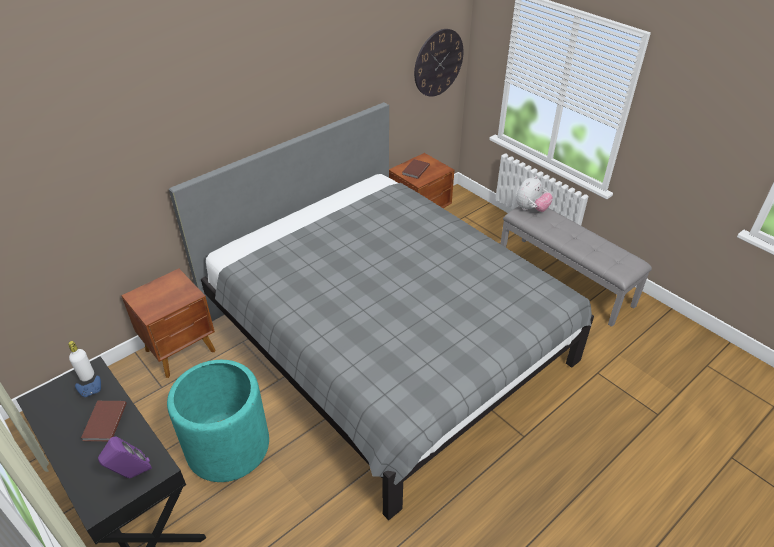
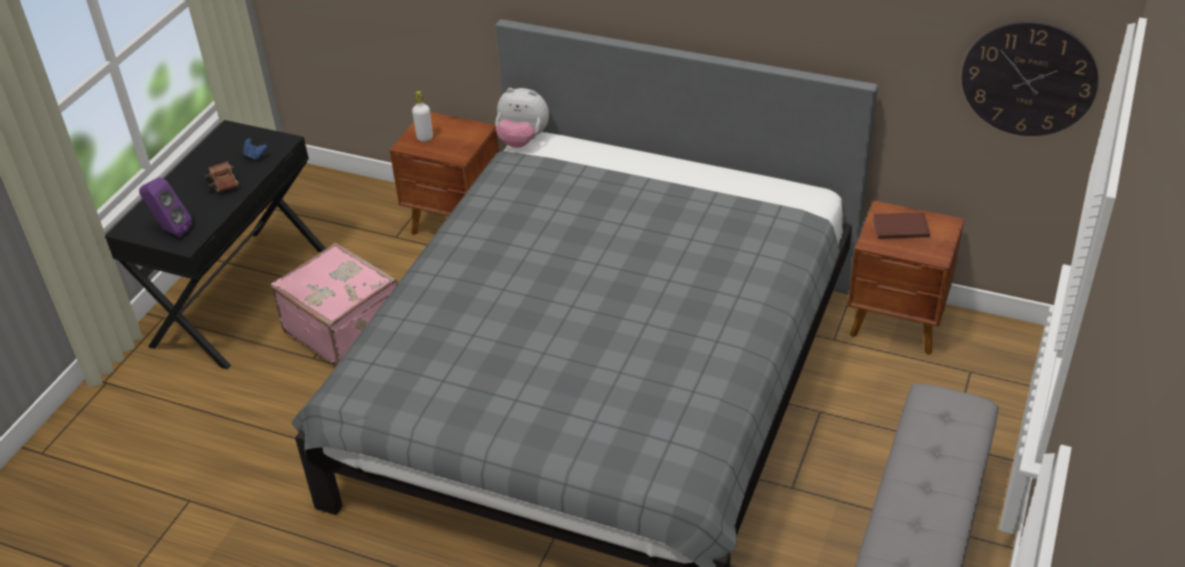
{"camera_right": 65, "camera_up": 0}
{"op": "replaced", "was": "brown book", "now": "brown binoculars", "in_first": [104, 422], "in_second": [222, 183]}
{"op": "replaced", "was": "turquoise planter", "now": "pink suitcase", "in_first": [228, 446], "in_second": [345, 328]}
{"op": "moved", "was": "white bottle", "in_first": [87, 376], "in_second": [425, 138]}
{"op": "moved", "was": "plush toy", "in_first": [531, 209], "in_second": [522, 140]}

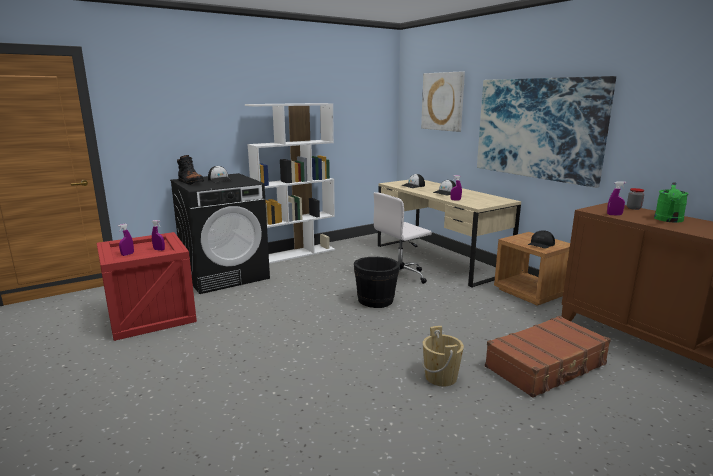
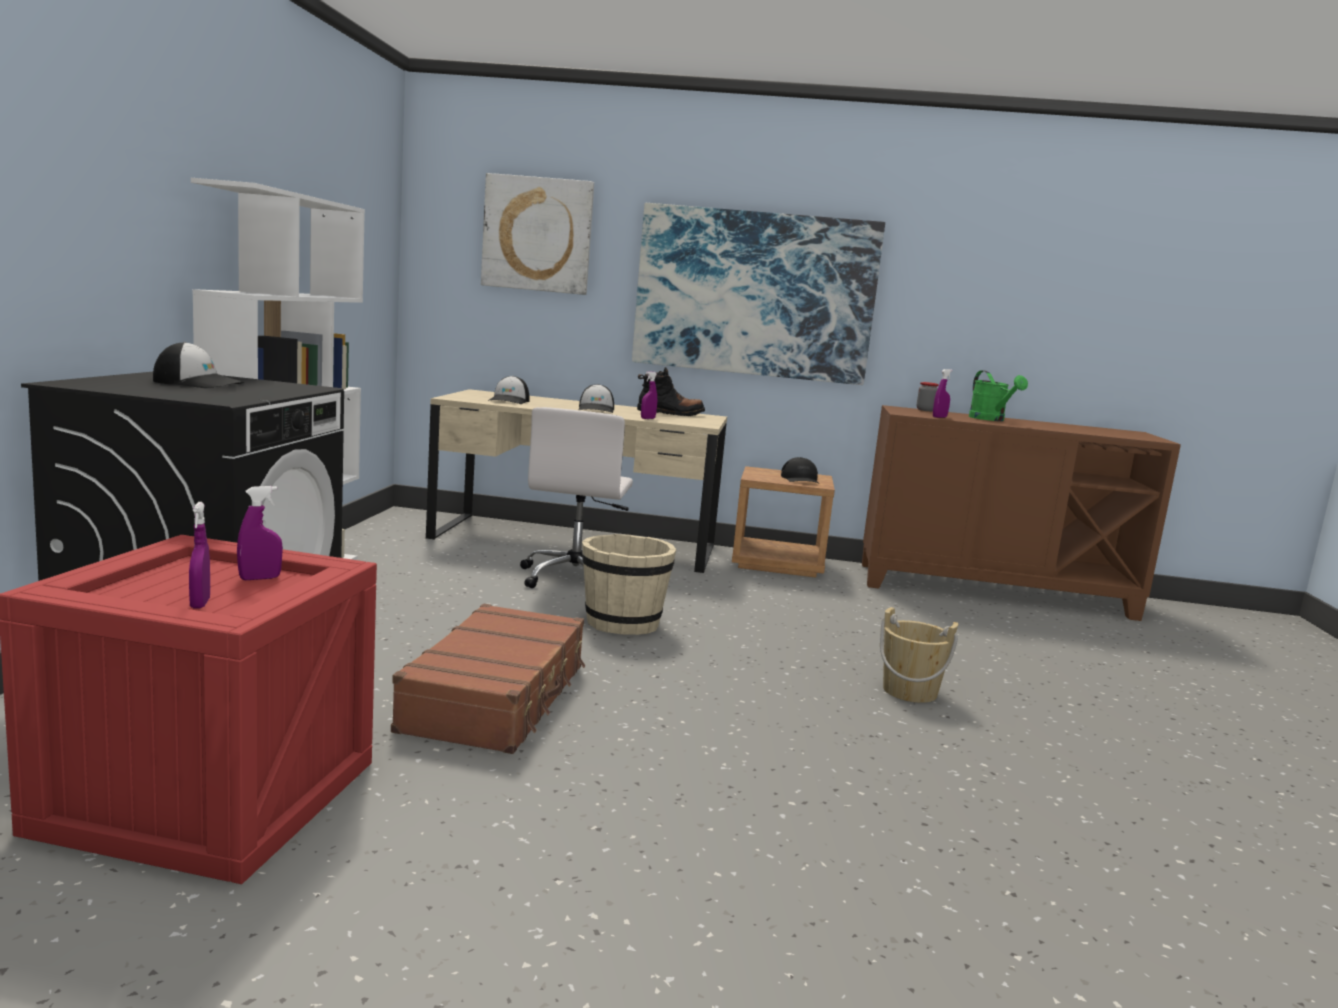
{"camera_right": -50, "camera_up": -5}
{"op": "moved", "was": "brown suitcase", "in_first": [546, 366], "in_second": [497, 698]}
{"op": "recoloured", "was": "black bucket", "now": "beige bucket", "in_first": [376, 300], "in_second": [622, 623]}
{"op": "moved", "was": "black boot", "in_first": [190, 182], "in_second": [670, 413]}

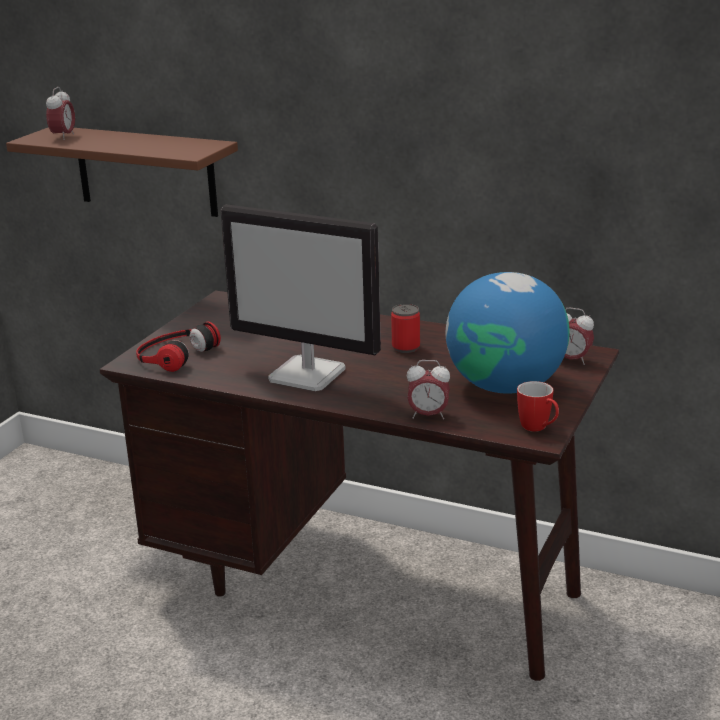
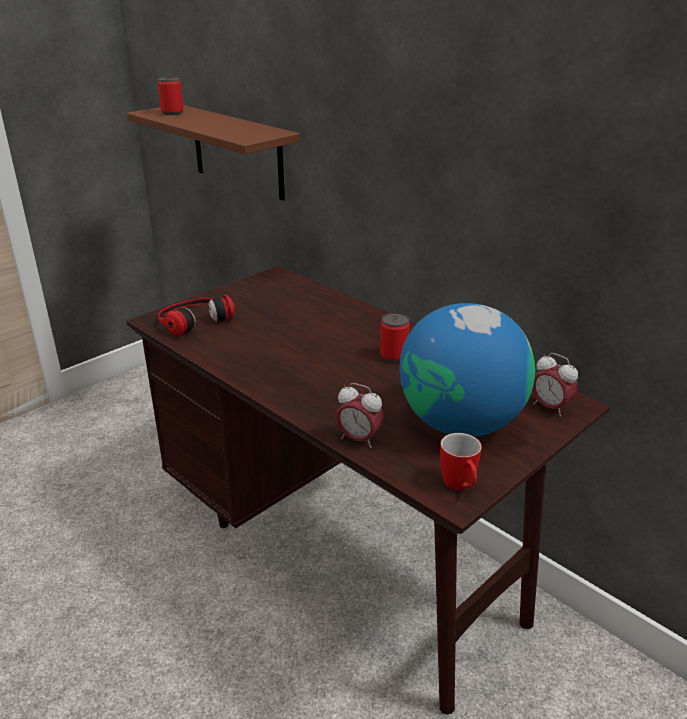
{"camera_right": 20, "camera_up": 5}
{"op": "replaced", "was": "alarm clock", "now": "can", "in_first": [63, 137], "in_second": [172, 113]}
{"op": "removed", "was": "monitor", "in_first": [309, 375]}

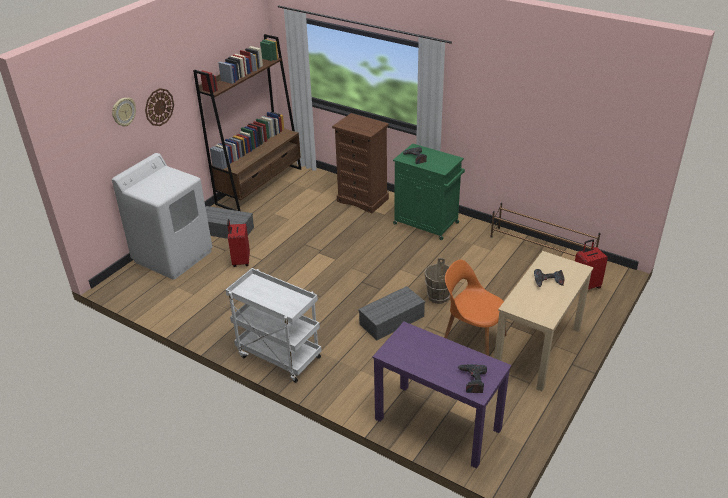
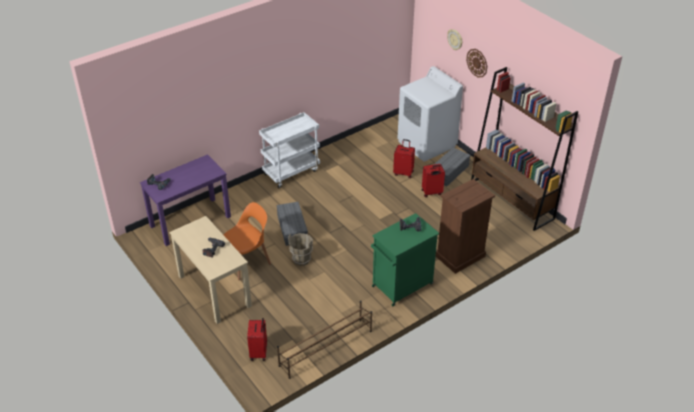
{"camera_right": 110, "camera_up": 5}
{"op": "added", "now": "red suitcase", "in_second": [431, 193]}

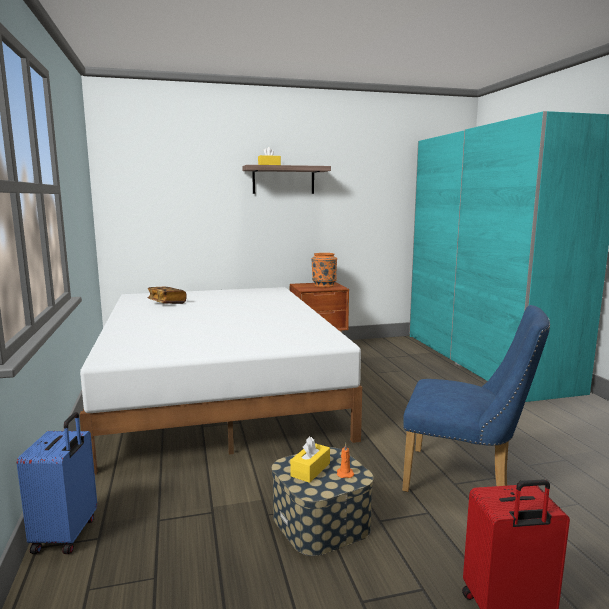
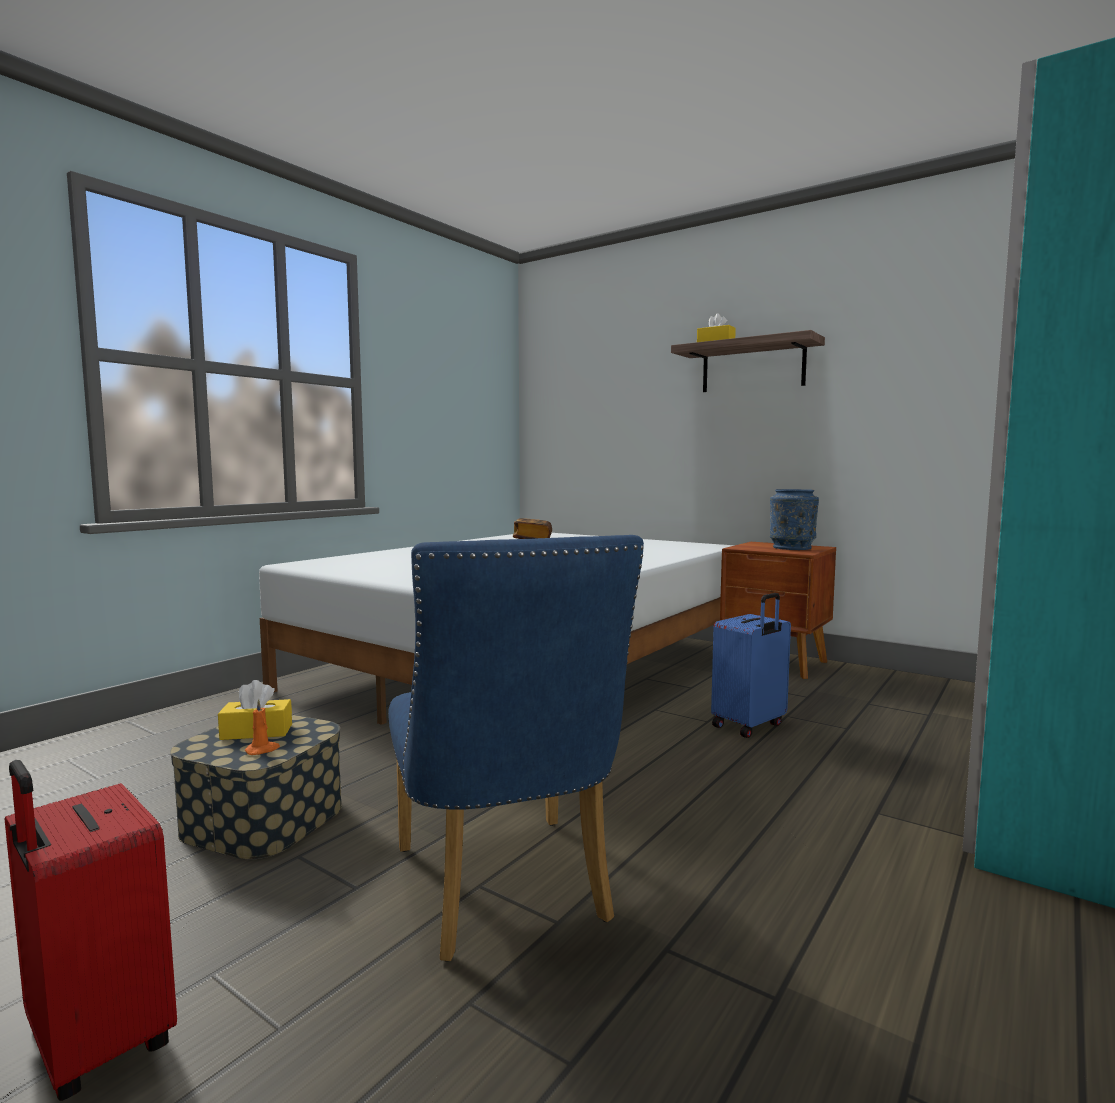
{"camera_right": 50, "camera_up": -5}
{"op": "moved", "was": "blue suitcase", "in_first": [67, 535], "in_second": [749, 726]}
{"op": "recoloured", "was": "orange vase", "now": "blue vase", "in_first": [324, 285], "in_second": [792, 547]}

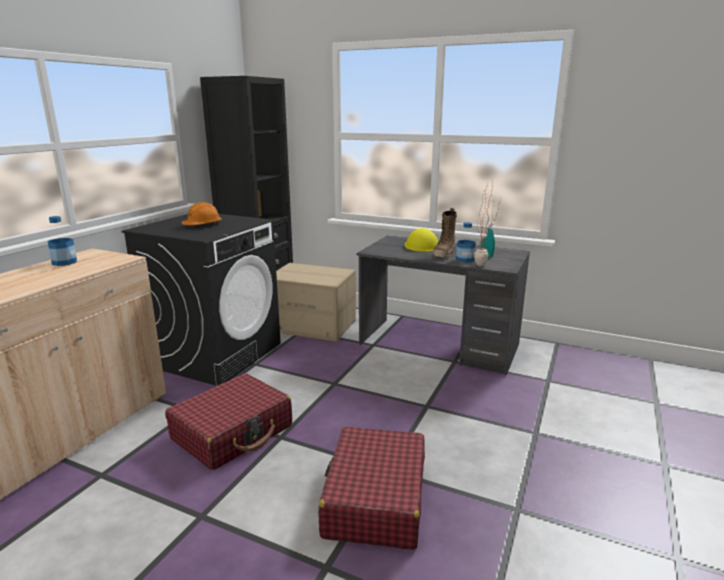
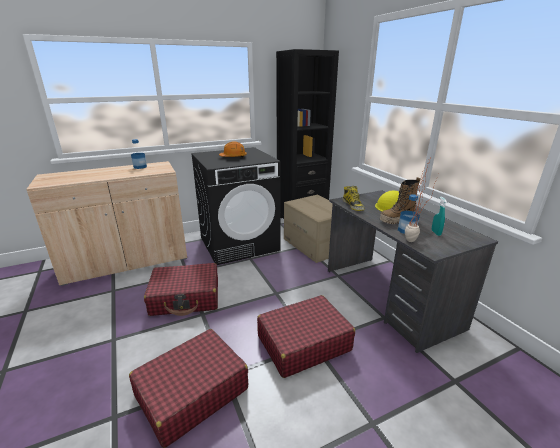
{"camera_right": 40, "camera_up": 5}
{"op": "added", "now": "red suitcase", "in_second": [303, 343]}
{"op": "added", "now": "boot", "in_second": [353, 205]}

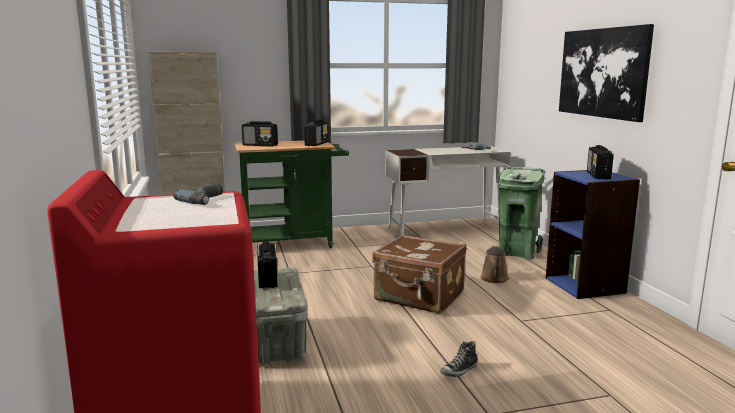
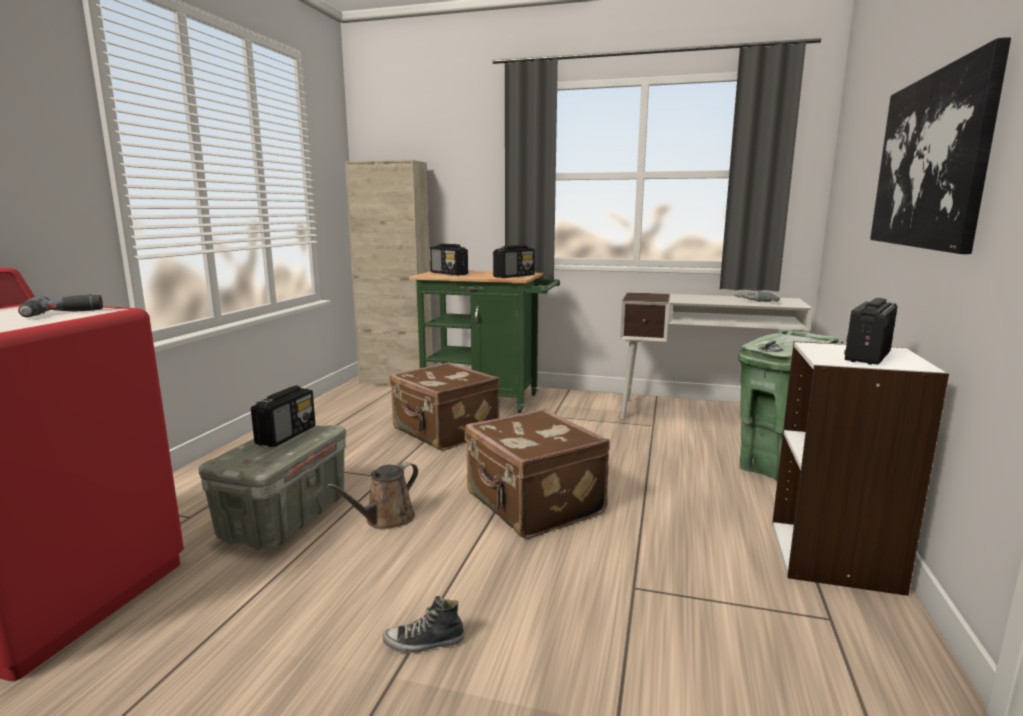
{"camera_right": 30, "camera_up": 0}
{"op": "moved", "was": "brown watering can", "in_first": [494, 279], "in_second": [386, 520]}
{"op": "added", "now": "brown suitcase", "in_second": [444, 432]}
{"op": "recoloured", "was": "blue bookcase", "now": "white bookcase", "in_first": [585, 285], "in_second": [835, 557]}

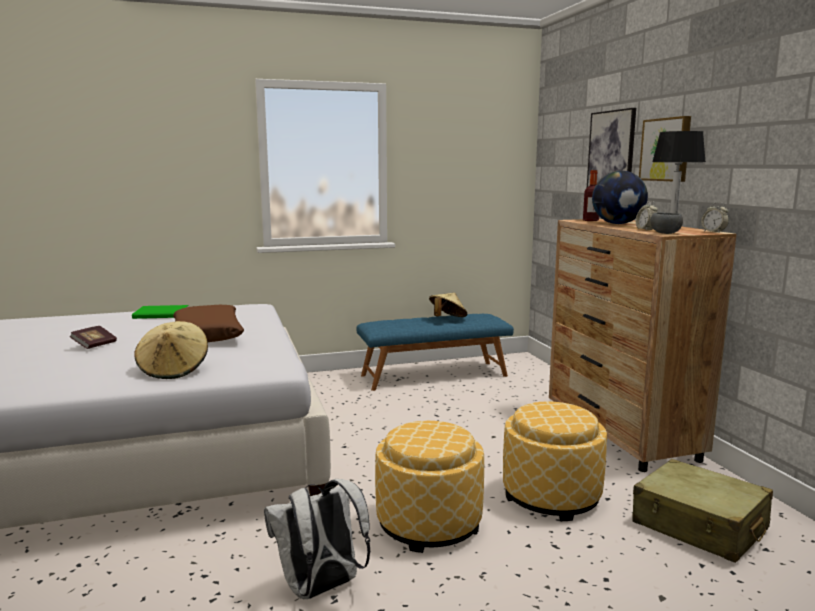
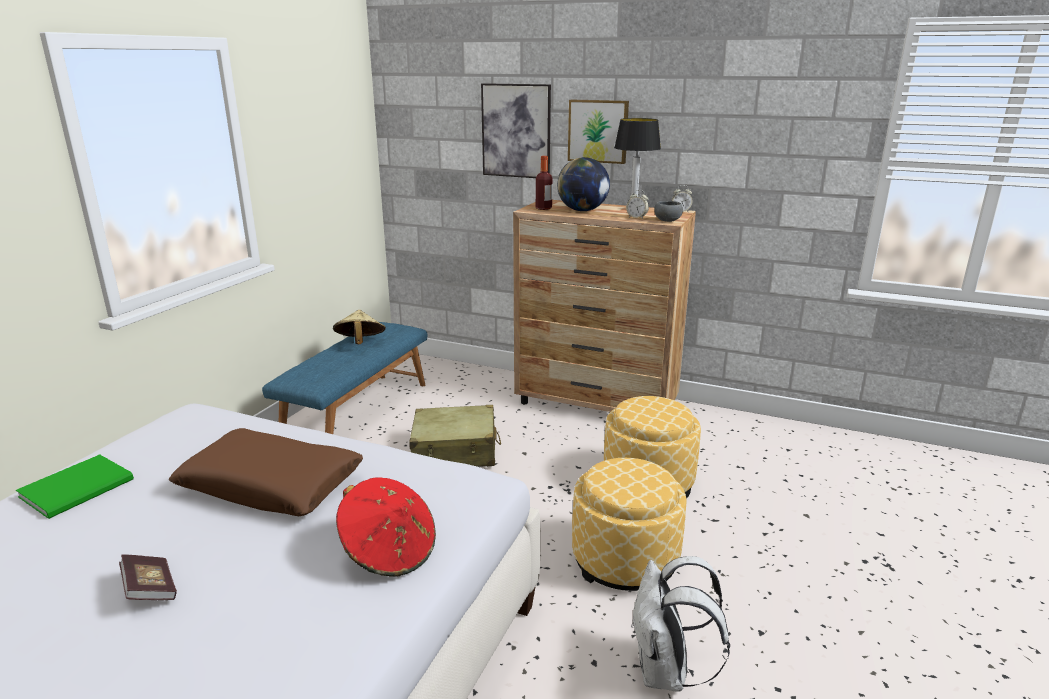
{"camera_right": -50, "camera_up": 10}
{"op": "recoloured", "was": "beige hat", "now": "red hat", "in_first": [174, 370], "in_second": [389, 552]}
{"op": "moved", "was": "beige suitcase", "in_first": [699, 526], "in_second": [455, 451]}

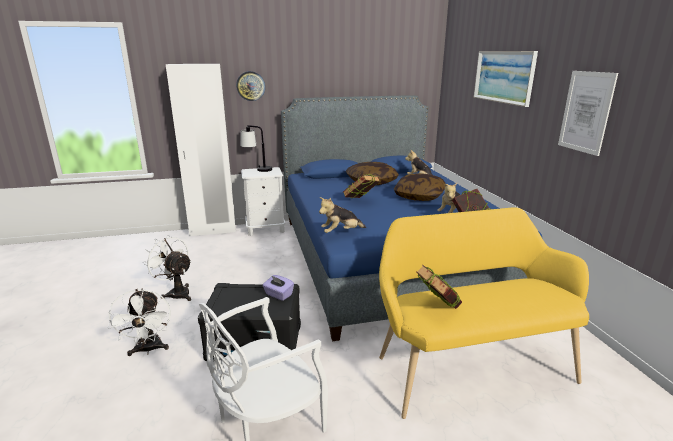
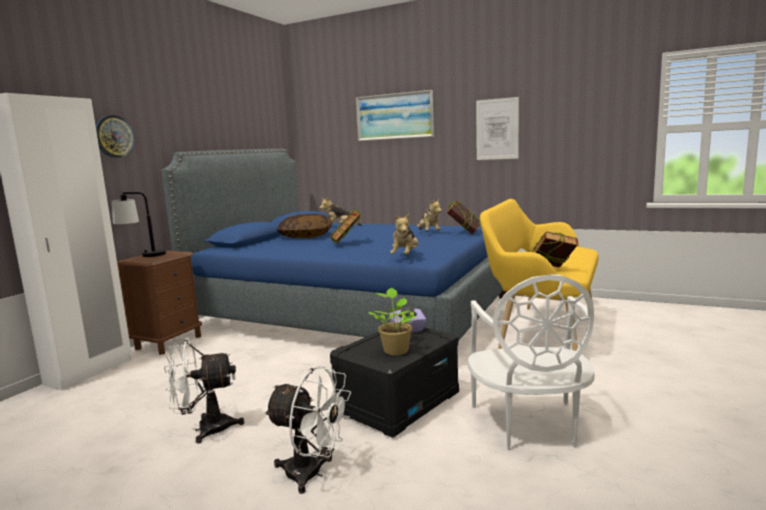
{"camera_right": -50, "camera_up": -10}
{"op": "recoloured", "was": "white nightstand", "now": "brown nightstand", "in_first": [265, 229], "in_second": [169, 342]}
{"op": "added", "now": "potted plant", "in_second": [395, 350]}
{"op": "removed", "was": "pillow", "in_first": [419, 196]}

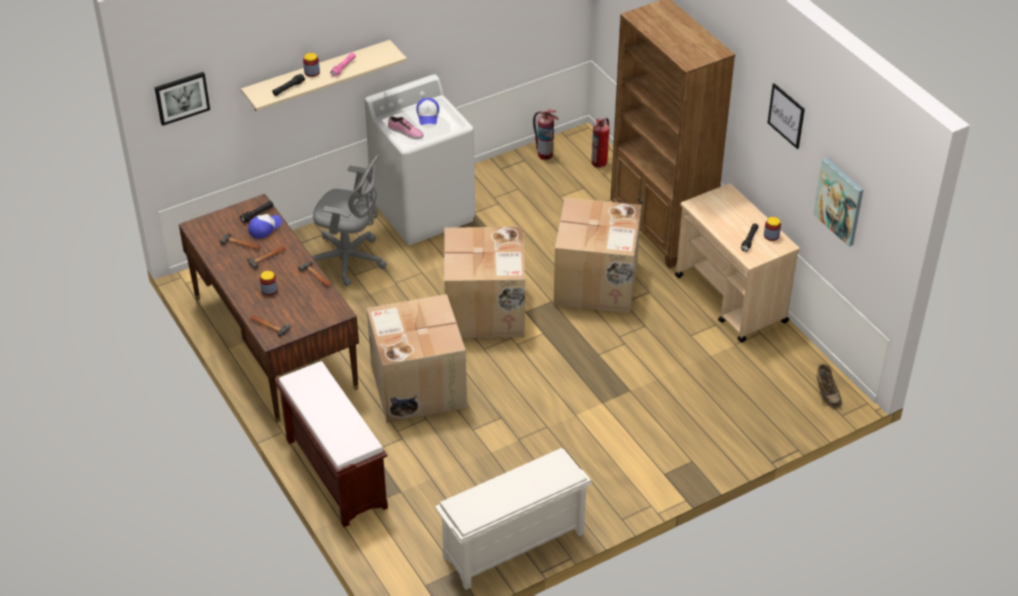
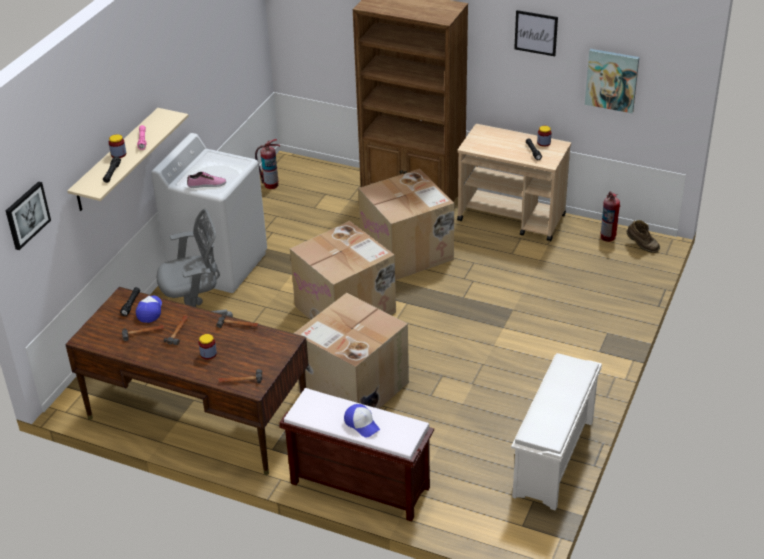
{"camera_right": -35, "camera_up": -5}
{"op": "moved", "was": "cap", "in_first": [428, 115], "in_second": [362, 424]}
{"op": "moved", "was": "fire extinguisher", "in_first": [599, 162], "in_second": [608, 237]}

